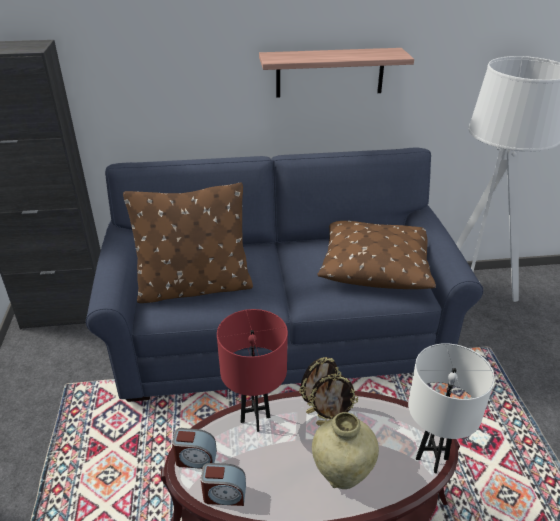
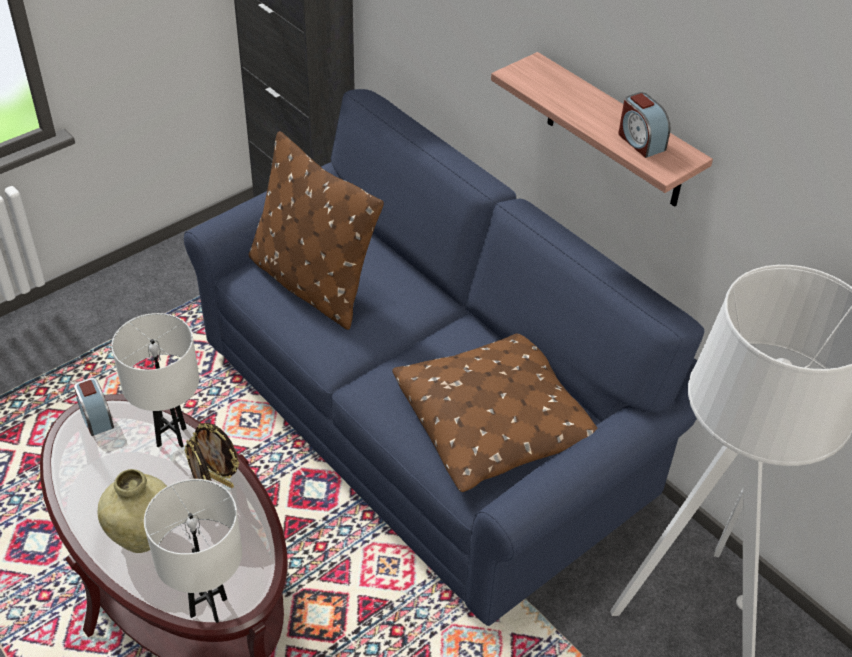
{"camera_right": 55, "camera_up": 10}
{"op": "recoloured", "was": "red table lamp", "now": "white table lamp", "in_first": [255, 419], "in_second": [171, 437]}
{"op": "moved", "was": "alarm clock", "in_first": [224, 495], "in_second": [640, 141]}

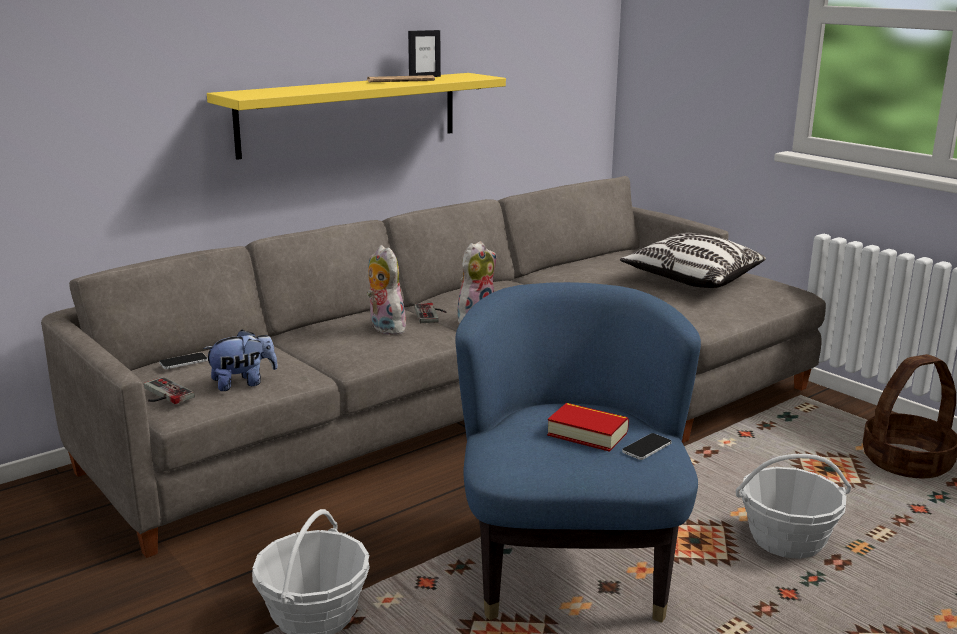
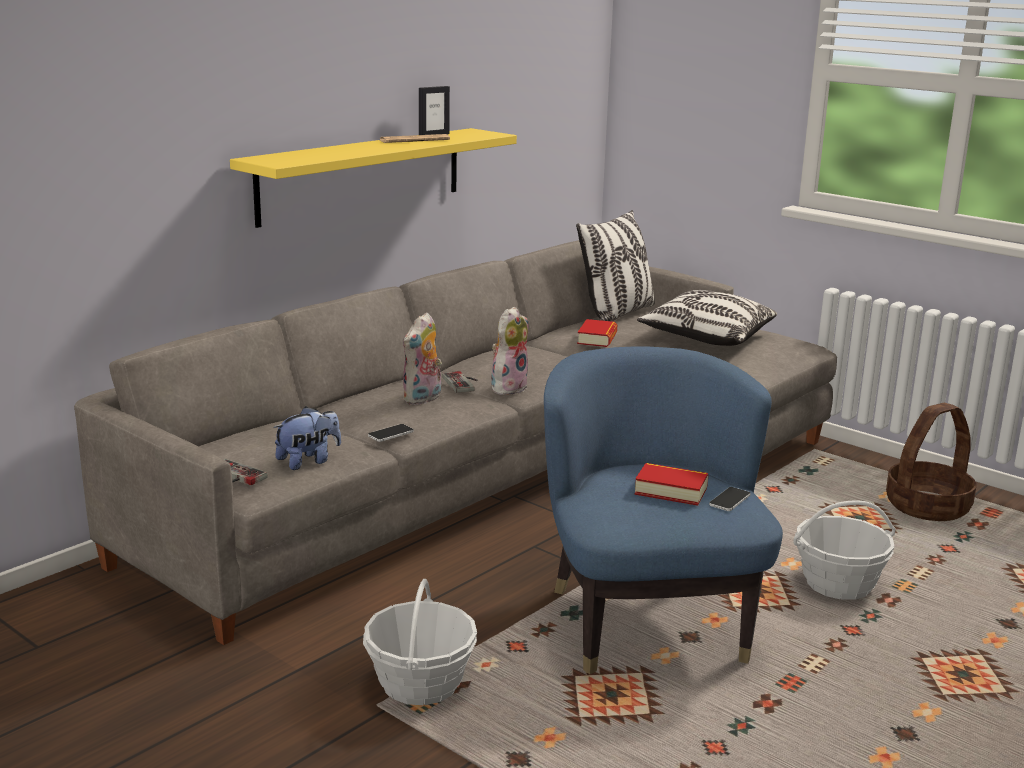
{"camera_right": -10, "camera_up": 0}
{"op": "moved", "was": "phone", "in_first": [183, 361], "in_second": [391, 433]}
{"op": "turned", "was": "plush toy", "in_first": [384, 328], "in_second": [423, 399], "clockwise": -105}
{"op": "added", "now": "pillow", "in_second": [616, 315]}
{"op": "added", "now": "book", "in_second": [597, 338]}

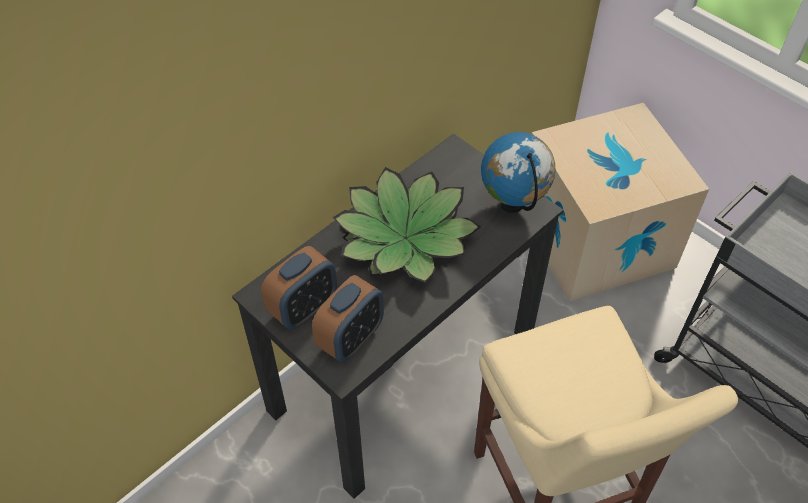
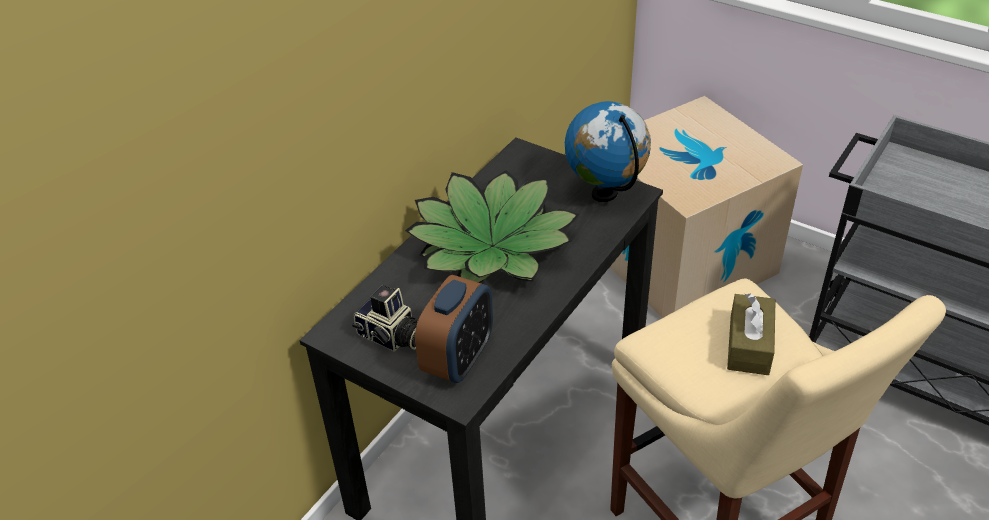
{"camera_right": -10, "camera_up": -10}
{"op": "replaced", "was": "alarm clock", "now": "photo camera", "in_first": [303, 308], "in_second": [391, 337]}
{"op": "added", "now": "brown tissue box", "in_second": [749, 345]}

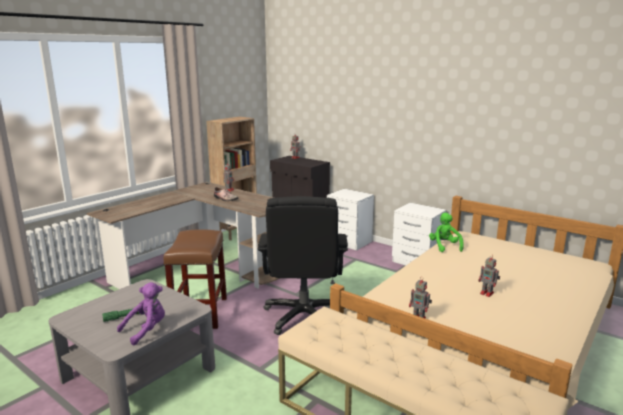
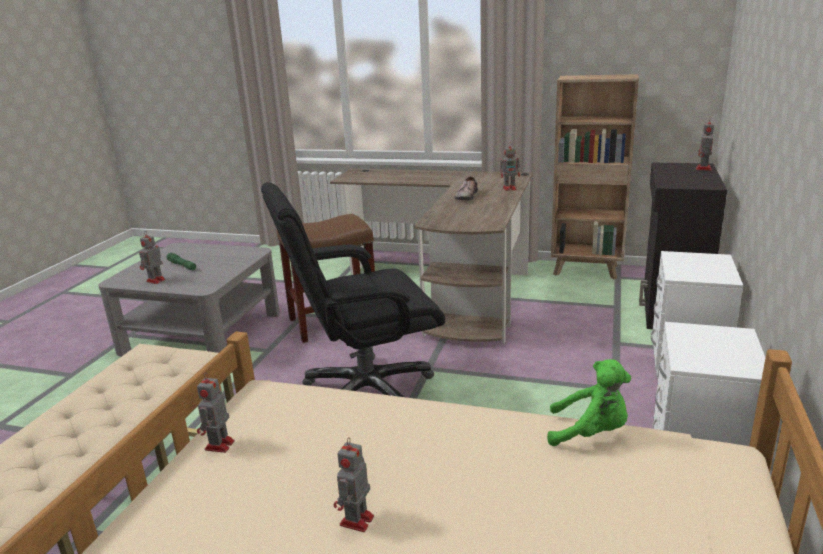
{"camera_right": 70, "camera_up": 5}
{"op": "replaced", "was": "purple plush toy", "now": "toy robot", "in_first": [146, 330], "in_second": [155, 281]}
{"op": "turned", "was": "green plush toy", "in_first": [444, 246], "in_second": [590, 433], "clockwise": 45}

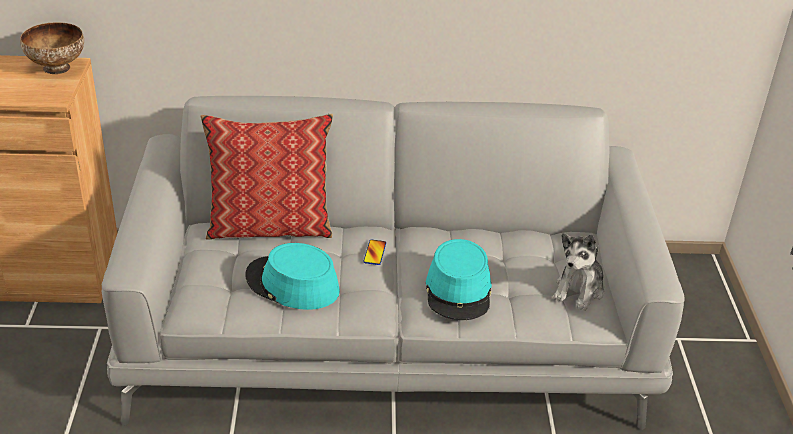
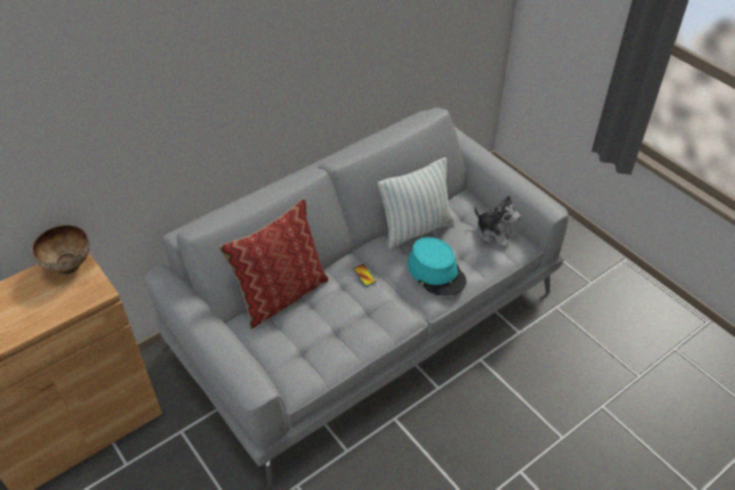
{"camera_right": -35, "camera_up": 10}
{"op": "added", "now": "pillow", "in_second": [416, 229]}
{"op": "turned", "was": "plush toy", "in_first": [579, 290], "in_second": [495, 233], "clockwise": -45}
{"op": "removed", "was": "turquoise hat", "in_first": [292, 284]}

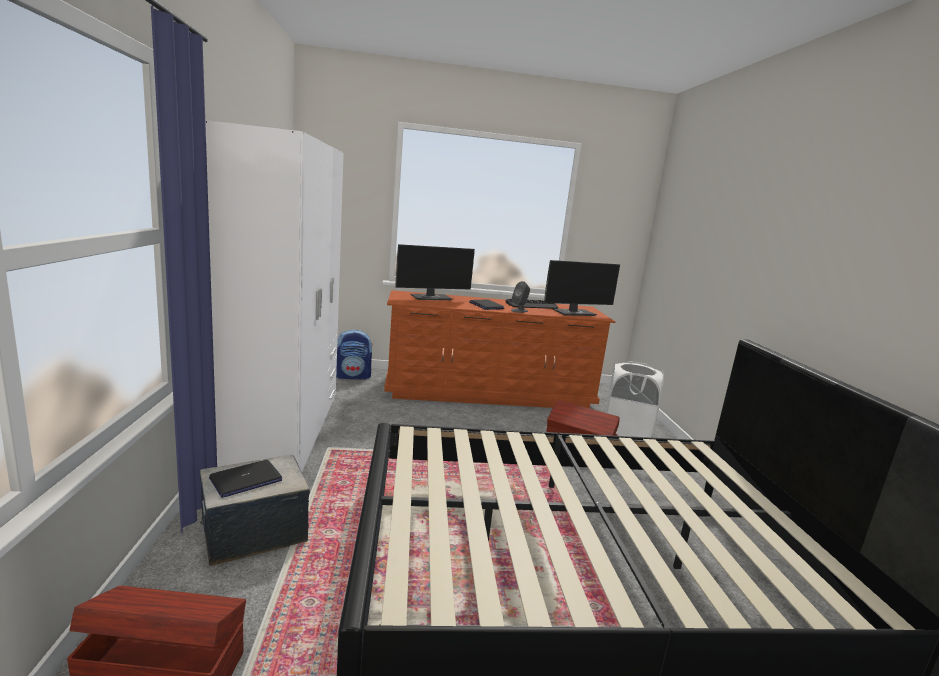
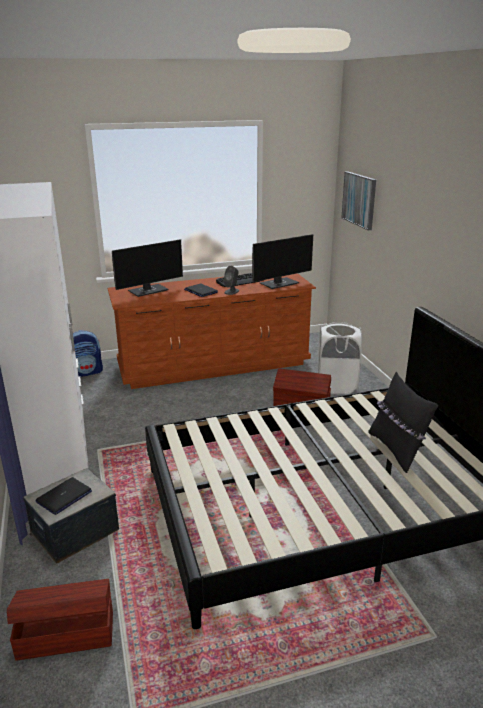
{"camera_right": -10, "camera_up": 10}
{"op": "added", "now": "picture", "in_second": [359, 200]}
{"op": "added", "now": "black pillow", "in_second": [396, 450]}

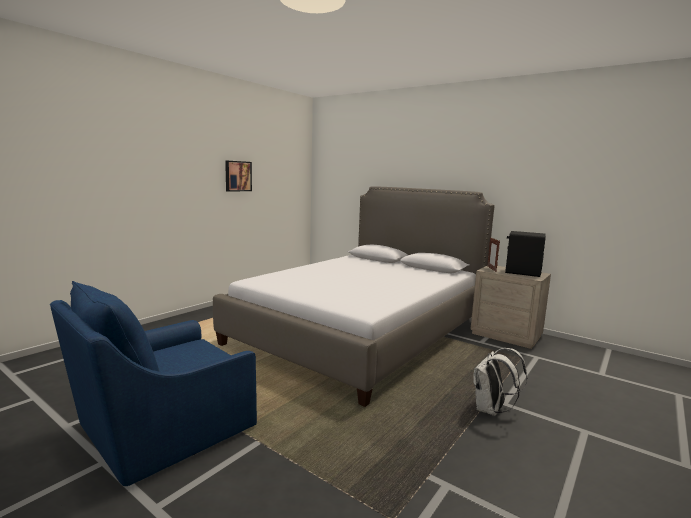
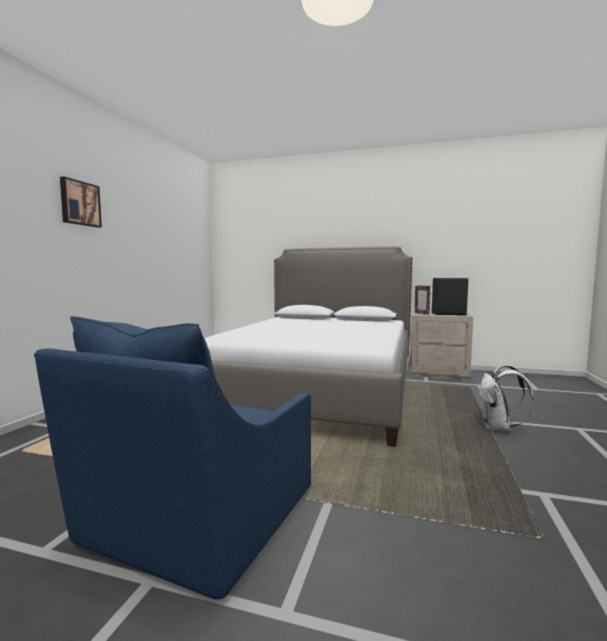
{"camera_right": -20, "camera_up": -5}
{"op": "moved", "was": "picture", "in_first": [237, 176], "in_second": [79, 203]}

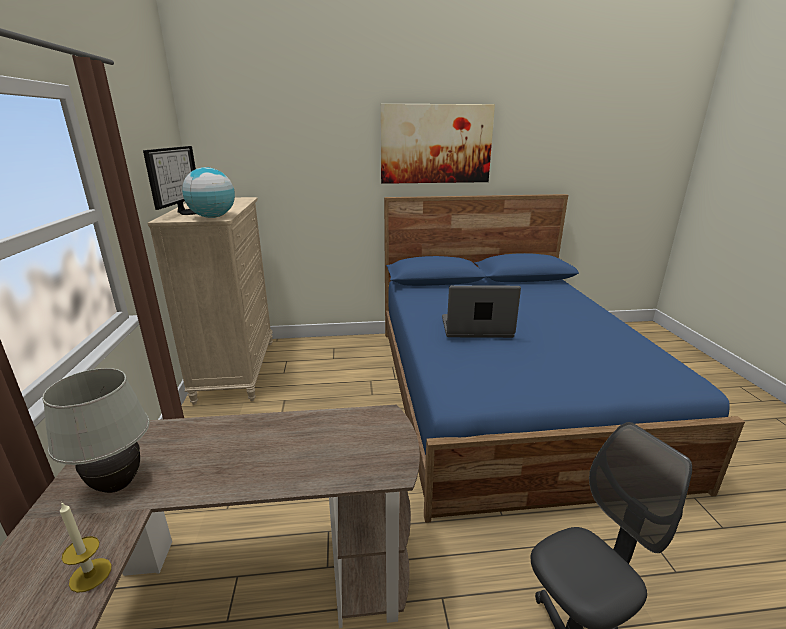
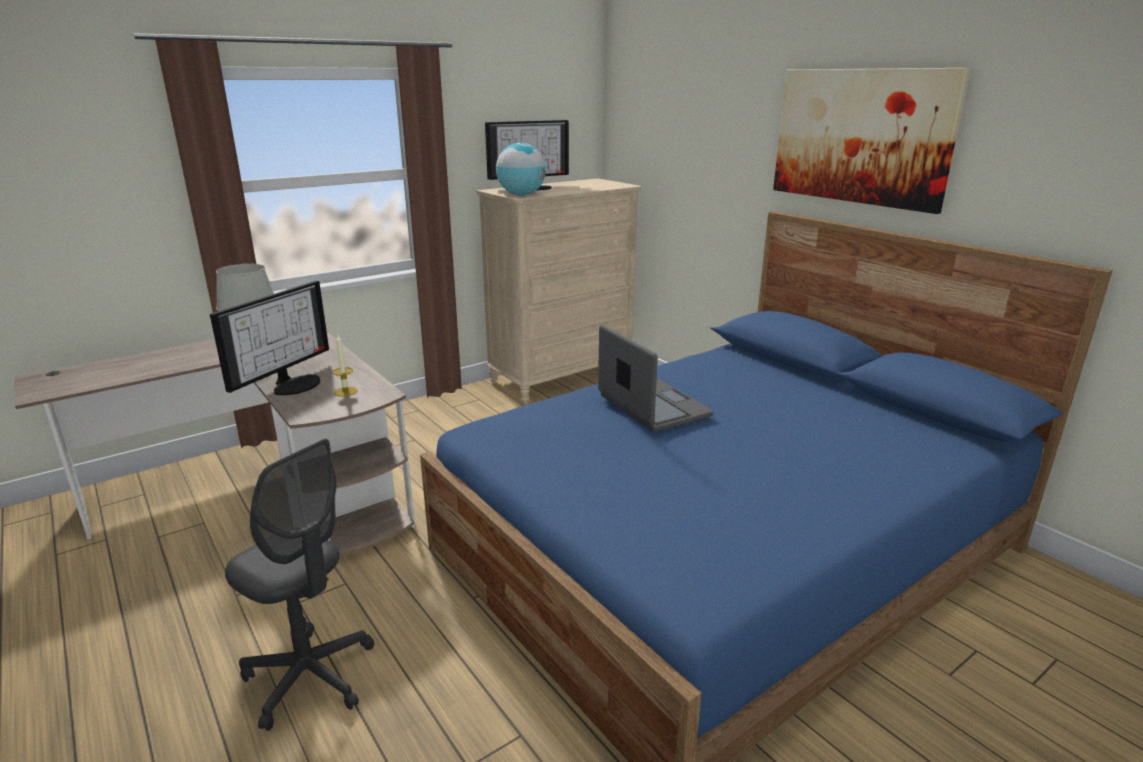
{"camera_right": 60, "camera_up": 0}
{"op": "added", "now": "monitor", "in_second": [294, 384]}
{"op": "moved", "was": "candle", "in_first": [90, 575], "in_second": [345, 391]}

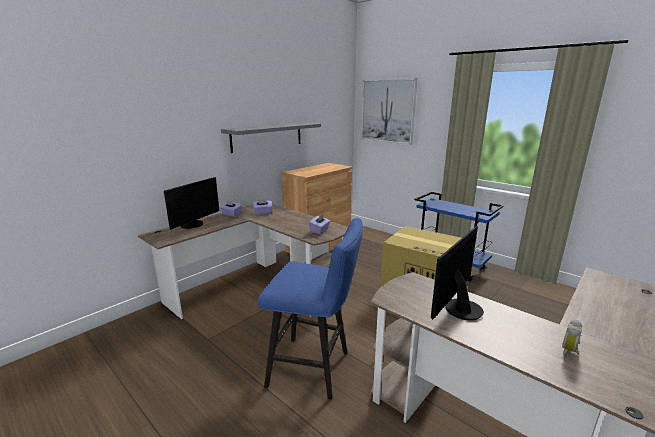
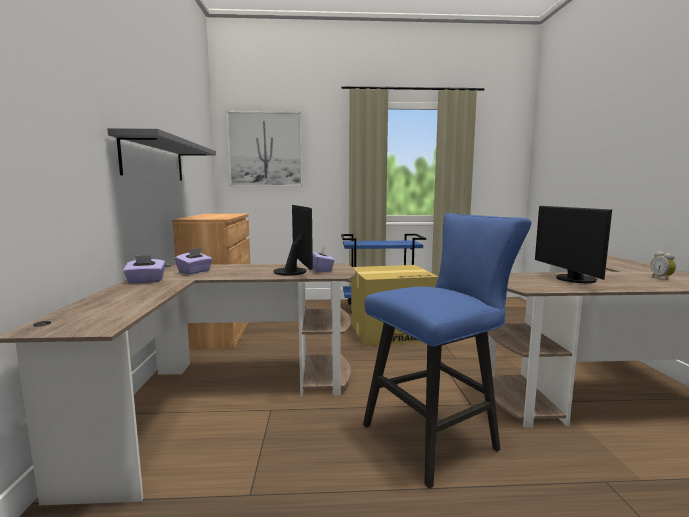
{"camera_right": -45, "camera_up": -10}
{"op": "moved", "was": "monitor", "in_first": [193, 225], "in_second": [294, 271]}

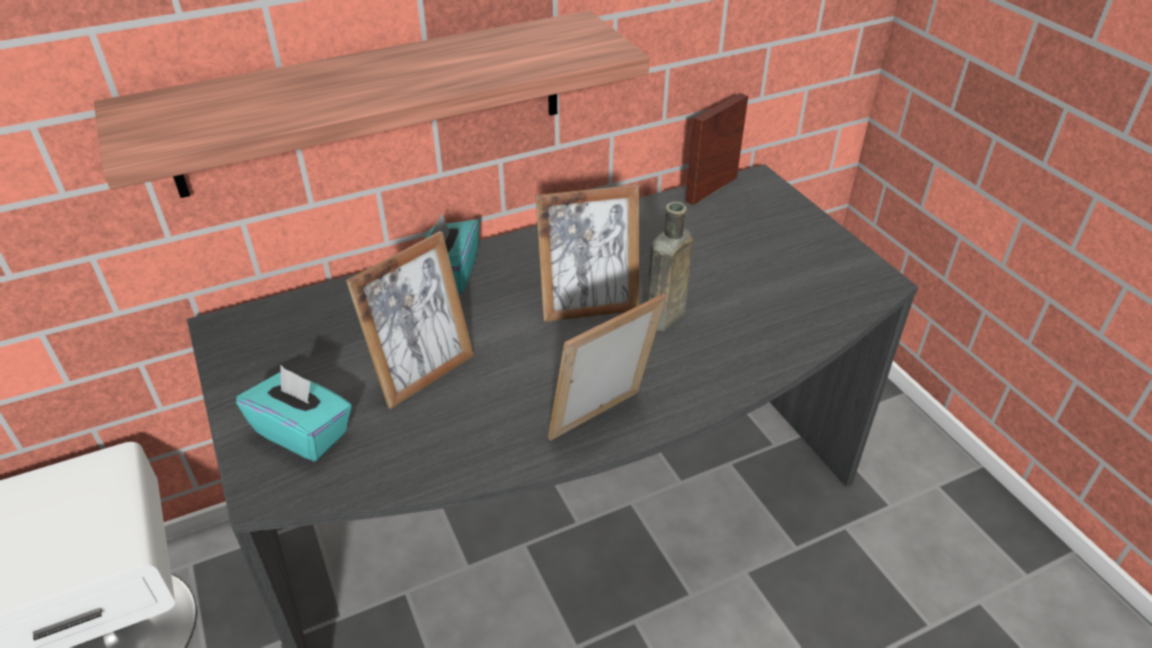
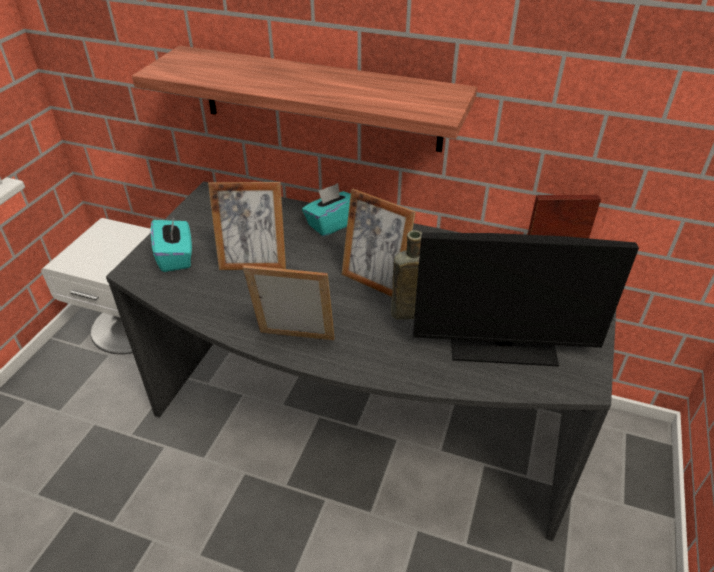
{"camera_right": 45, "camera_up": 0}
{"op": "added", "now": "monitor", "in_second": [502, 346]}

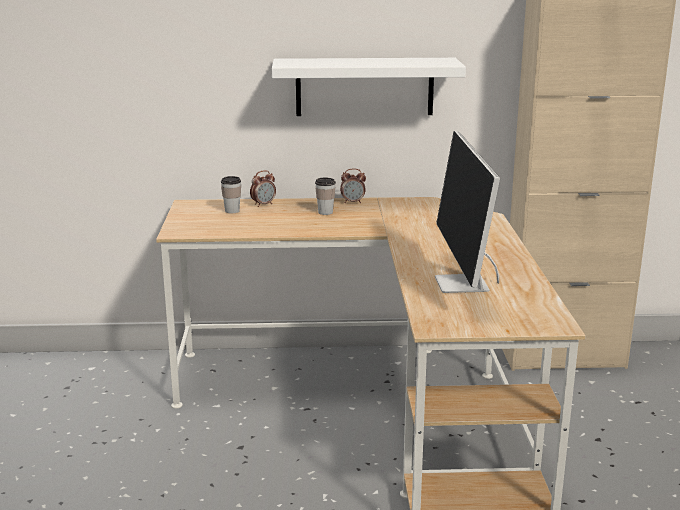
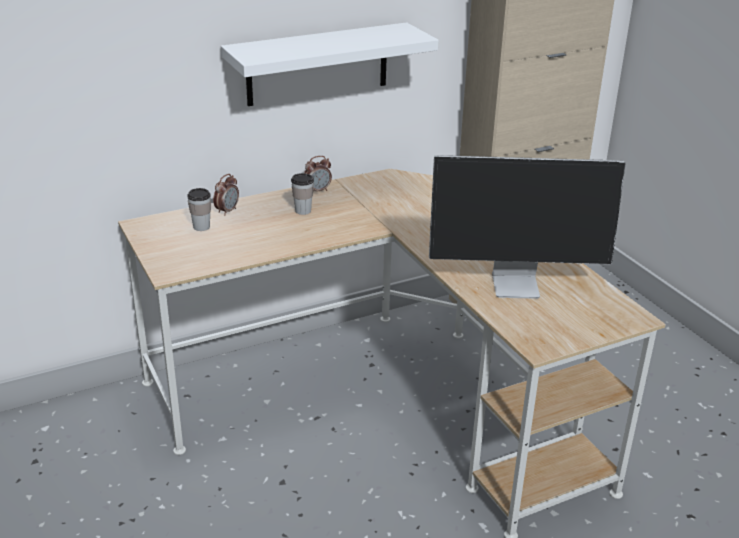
{"camera_right": -25, "camera_up": 10}
{"op": "turned", "was": "monitor", "in_first": [463, 284], "in_second": [517, 285], "clockwise": -60}

